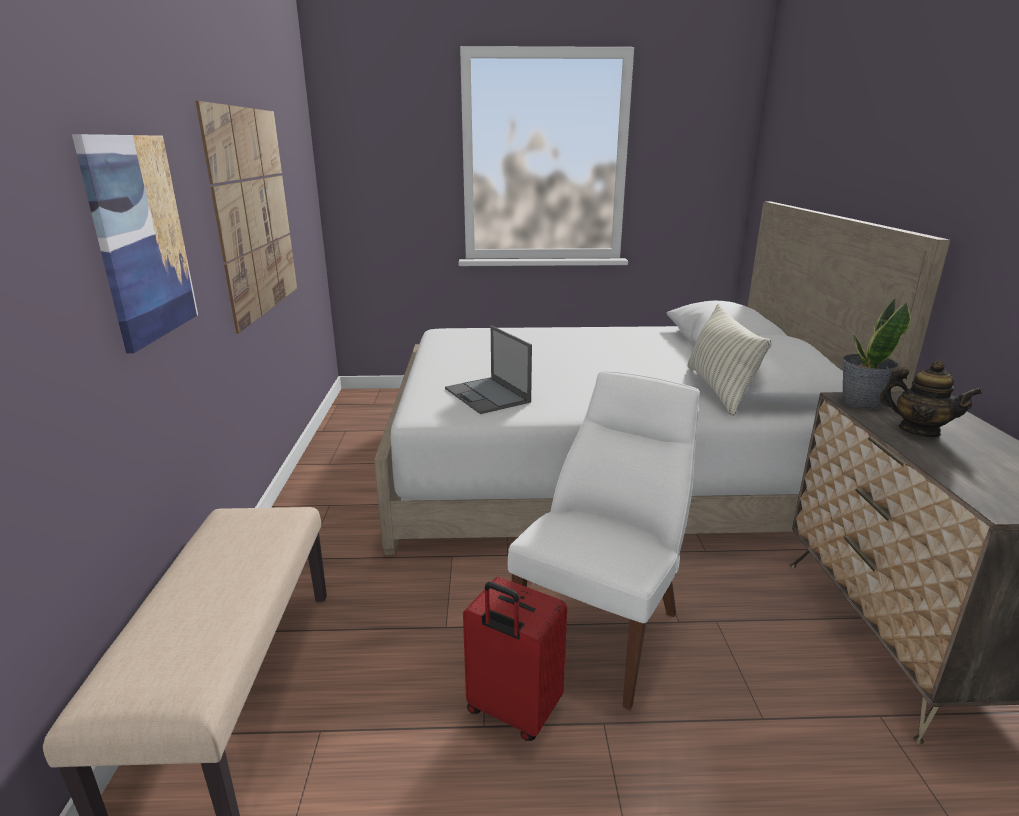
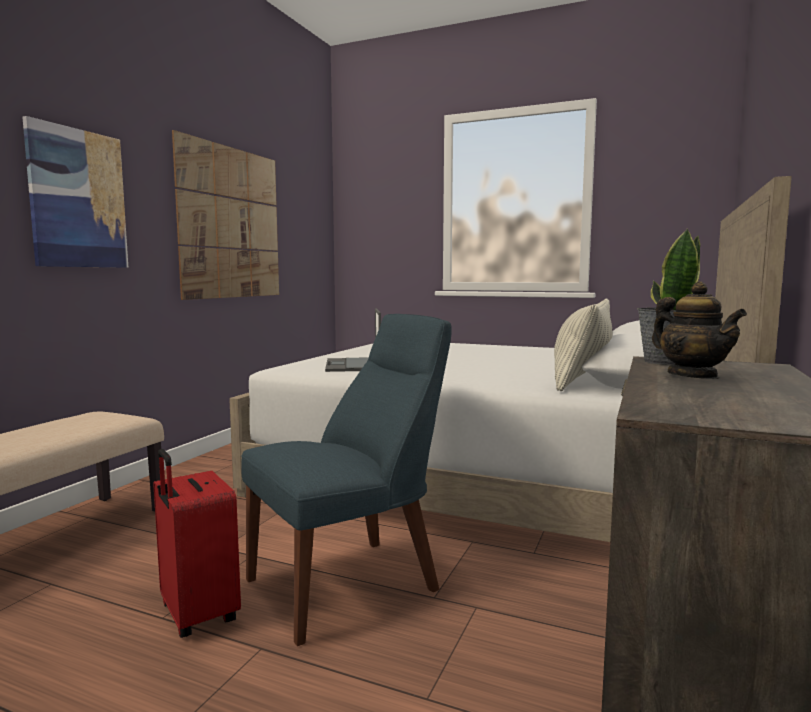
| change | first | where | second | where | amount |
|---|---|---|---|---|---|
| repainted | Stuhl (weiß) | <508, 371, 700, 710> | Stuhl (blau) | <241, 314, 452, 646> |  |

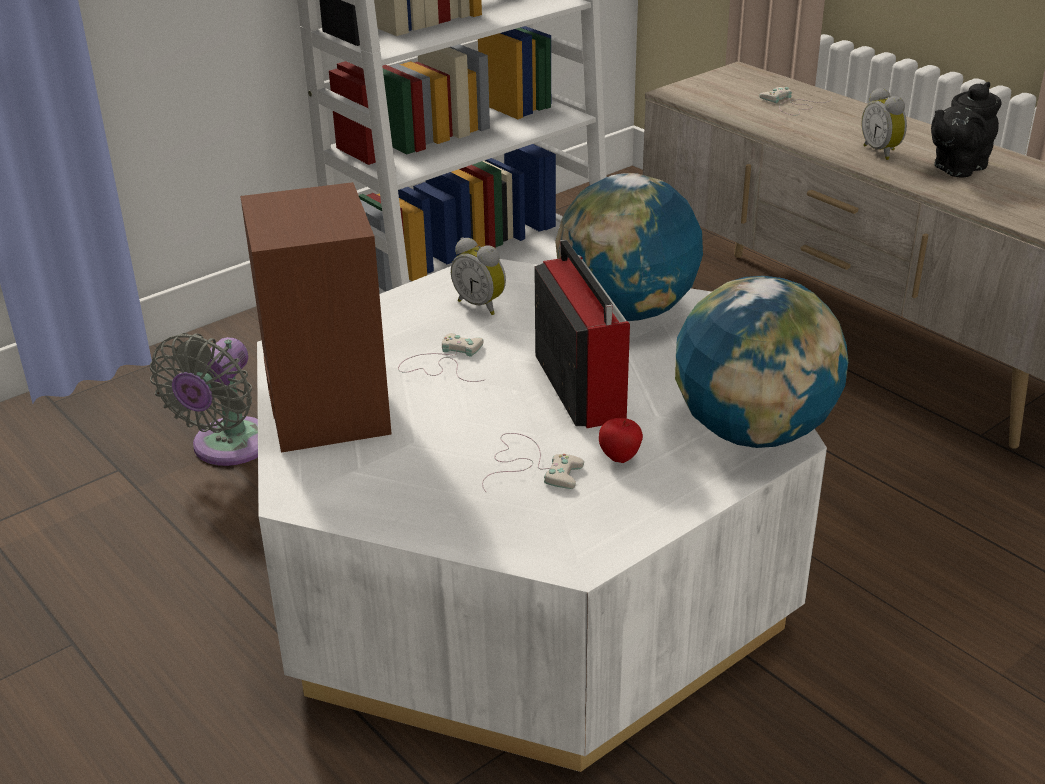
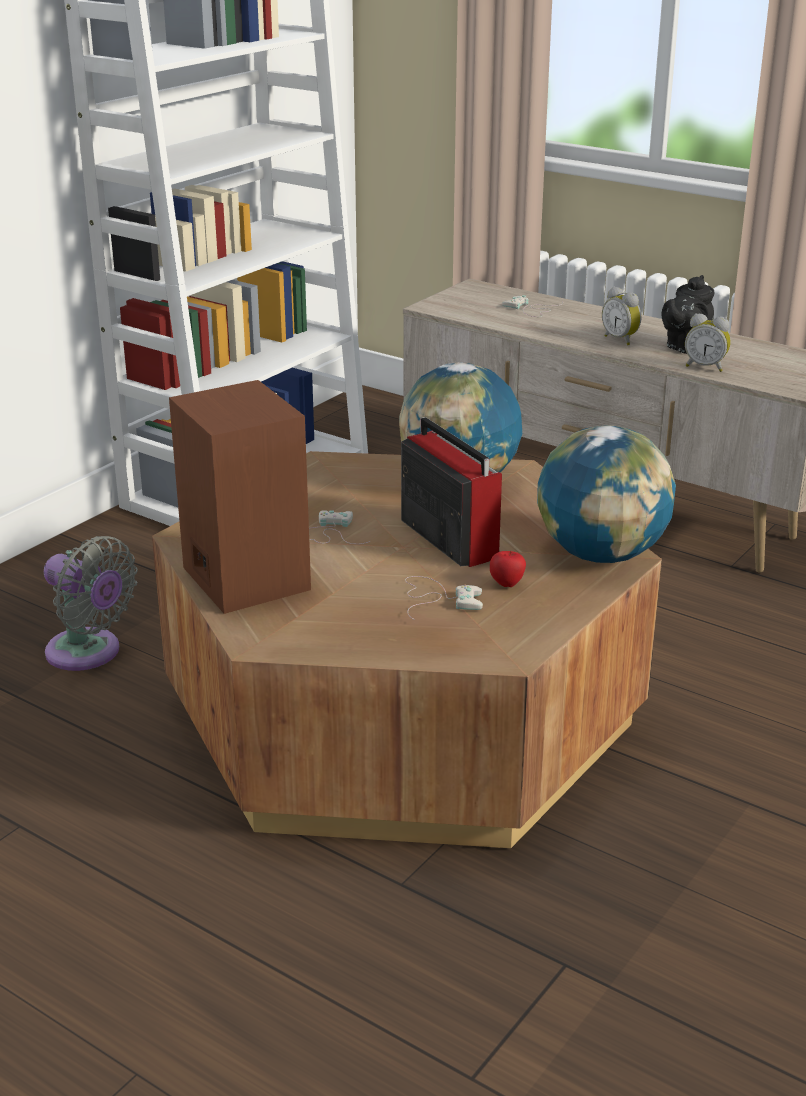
| change | first | where | second | where | amount |
|---|---|---|---|---|---|
| rotated | Ventilator (grau) | <150, 333, 258, 466> |  | <44, 536, 138, 671> | 60 degrees counterclockwise |
| repainted | Couchtisch (weiß) | <257, 259, 827, 772> | Couchtisch (braun) | <152, 451, 662, 848> |  |
| shifted | Wecker | <451, 237, 506, 315> |  | <685, 314, 731, 372> |  |

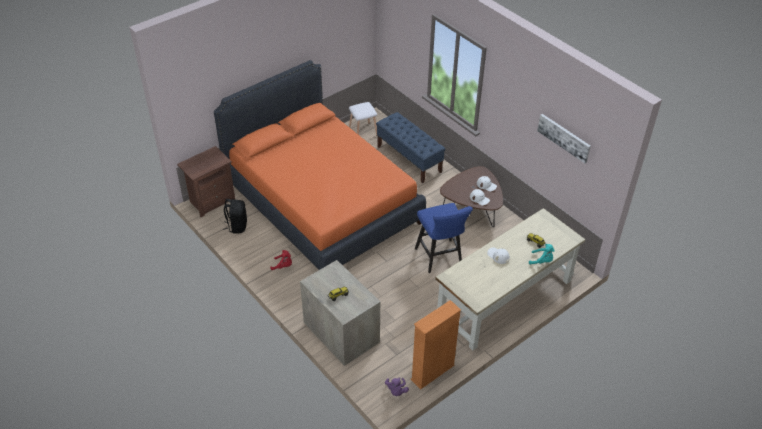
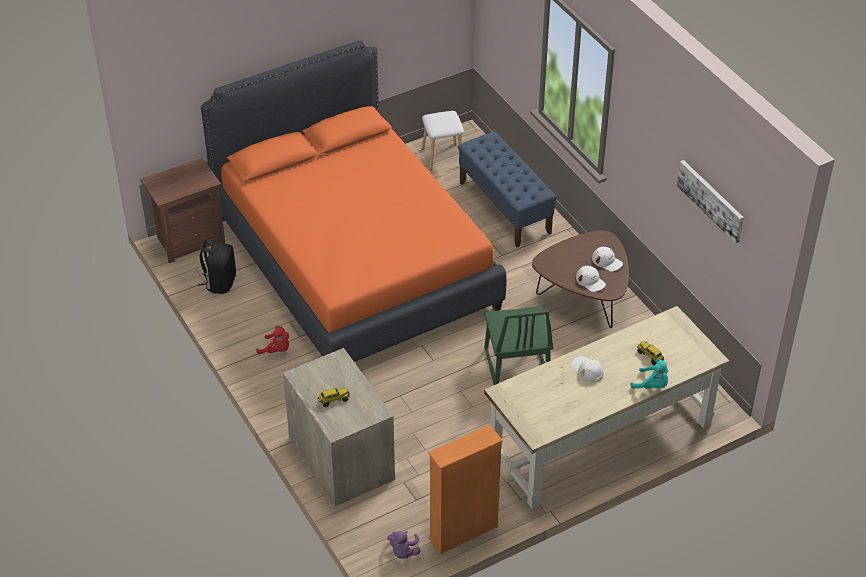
| change | first | where | second | where | amount |
|---|---|---|---|---|---|
| swapped | Hocker (blau) | <415, 203, 473, 273> | Stuhl (grün) | <484, 306, 554, 385> |  |

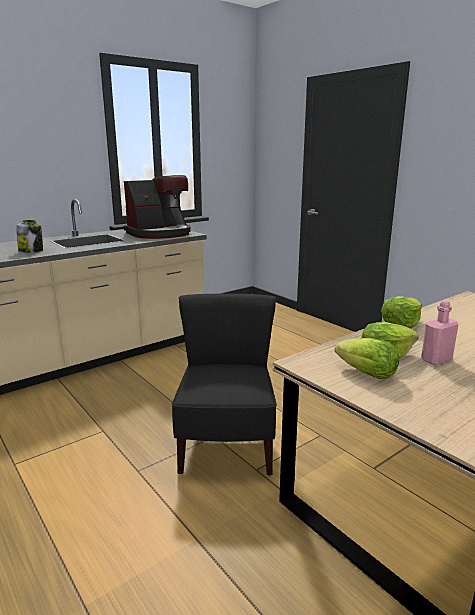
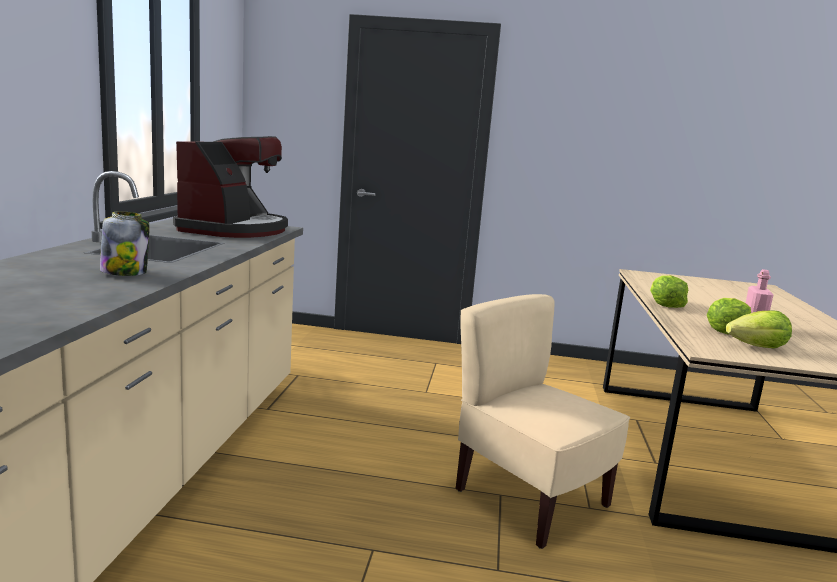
| change | first | where | second | where | amount |
|---|---|---|---|---|---|
| repainted | Stuhl (schwarz) | <172, 294, 277, 476> | Stuhl (beige) | <456, 294, 630, 549> |  |

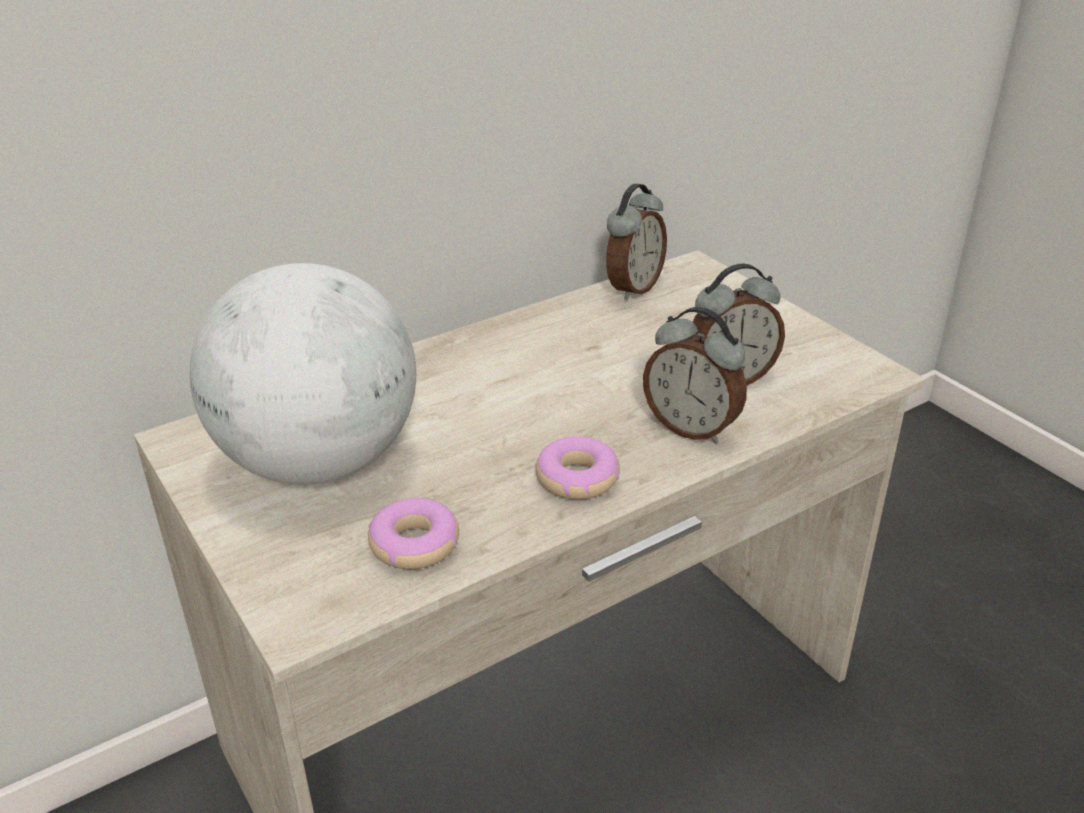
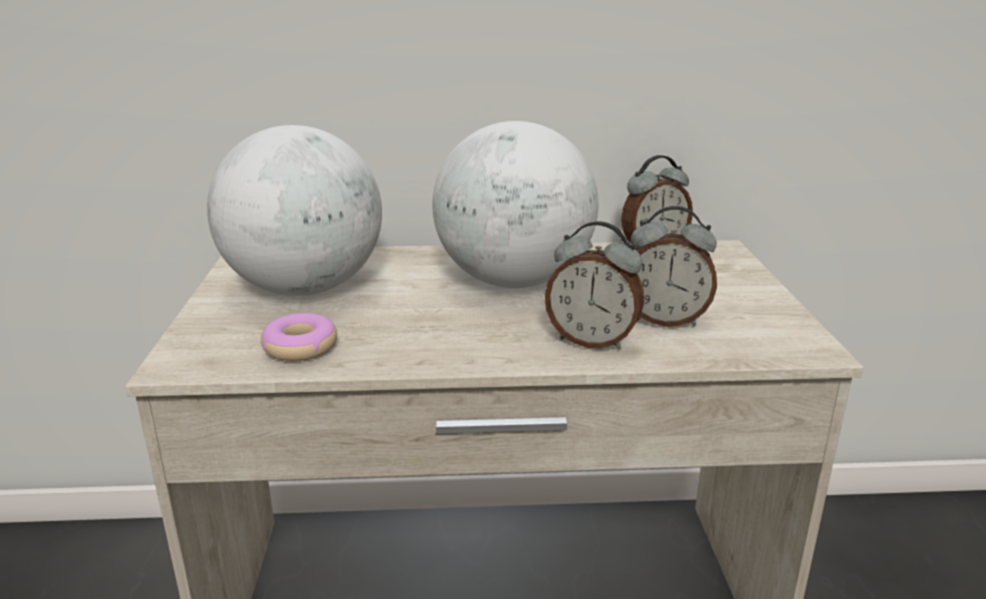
| change | first | where | second | where | amount |
|---|---|---|---|---|---|
| gone | Donut | <536, 436, 620, 500> |  |  |  |
| rotated | Wecker | <643, 307, 747, 444> |  | <545, 221, 644, 350> | 45 degrees counterclockwise |
| new |  |  | Globus | <432, 121, 598, 288> |  |

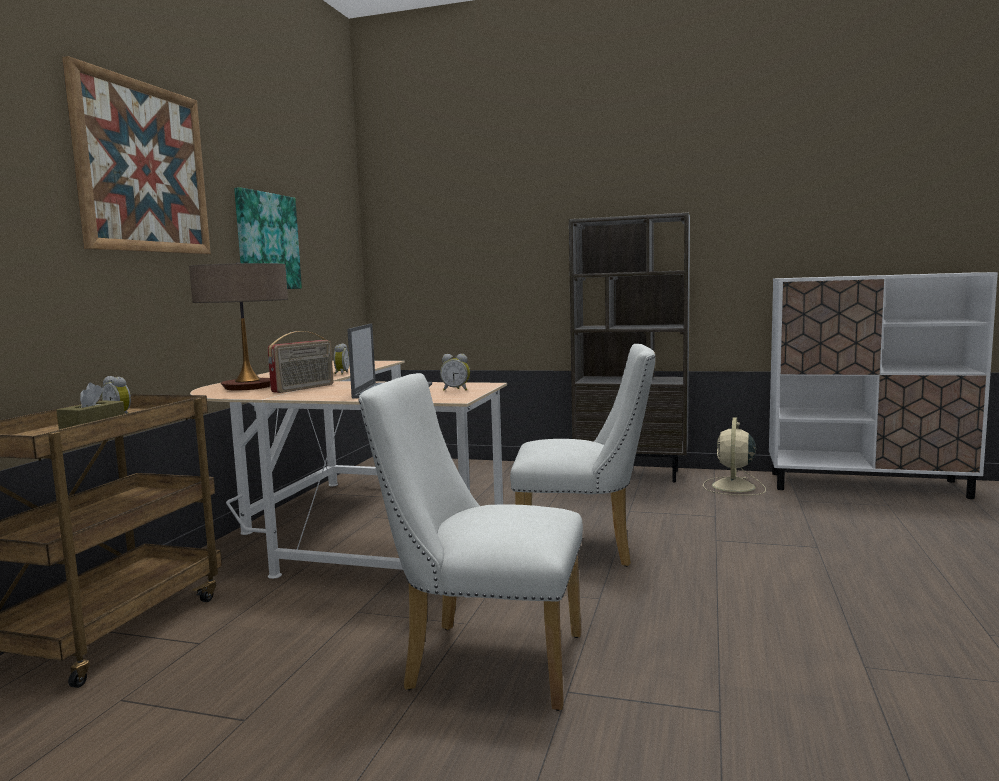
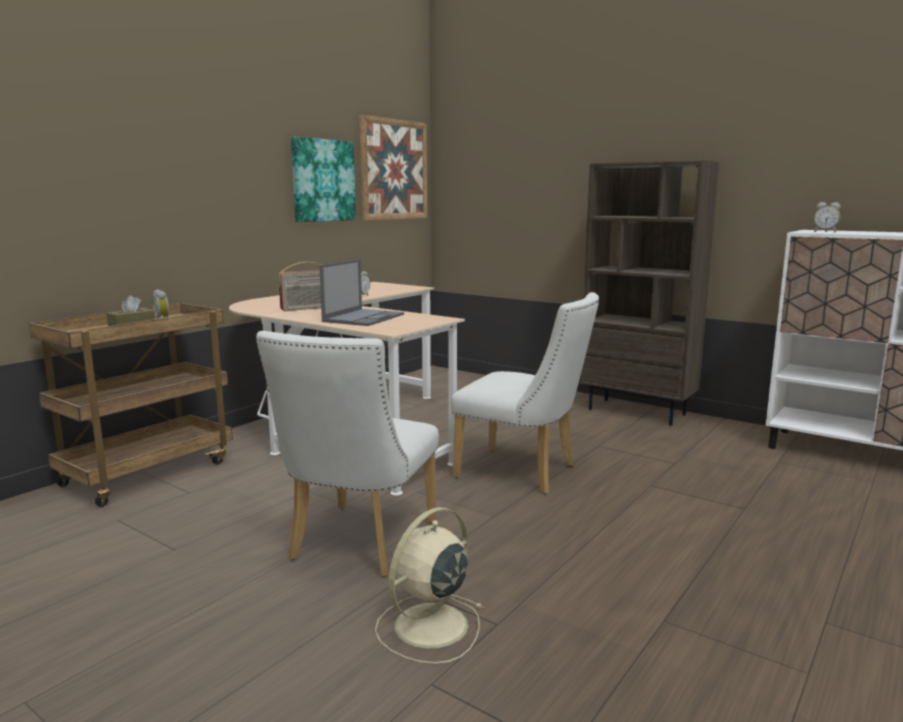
| change | first | where | second | where | amount |
|---|---|---|---|---|---|
| shifted | Bild | <62, 56, 211, 254> |  | <359, 115, 427, 220> |  |
| gone | Tischlampe | <189, 263, 288, 391> |  |  |  |
| rotated | Stuhl (weiß) | <359, 373, 583, 711> |  | <256, 331, 439, 577> | 105 degrees counterclockwise |
| shifted | Wecker | <440, 354, 470, 391> |  | <814, 202, 840, 233> |  |
| shifted | Ventilator (beige) | <703, 417, 766, 495> |  | <375, 507, 483, 664> |  |

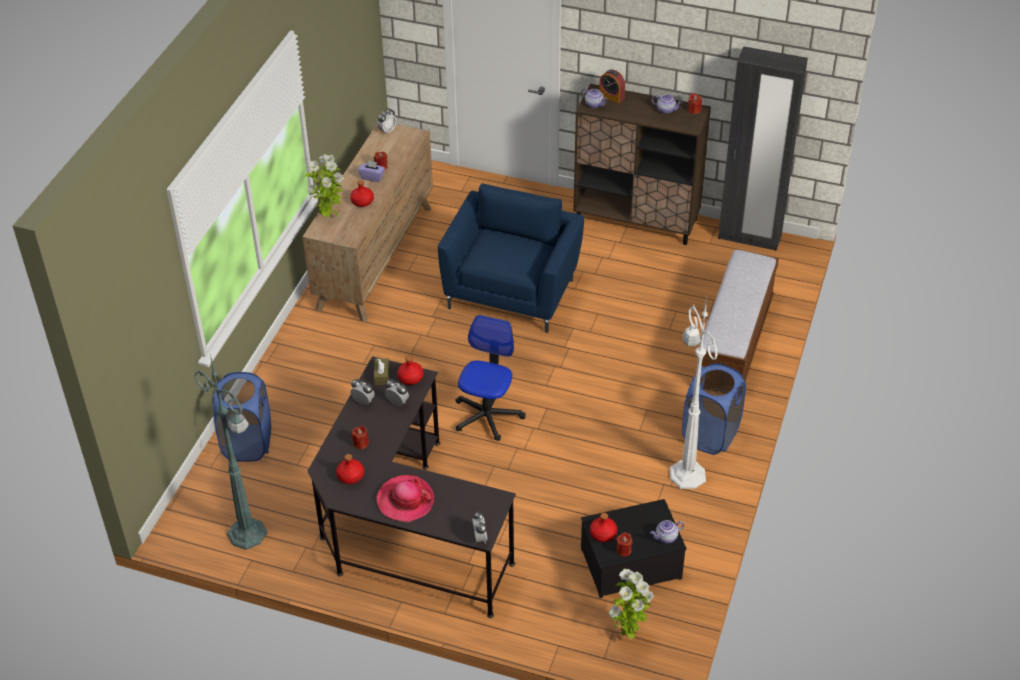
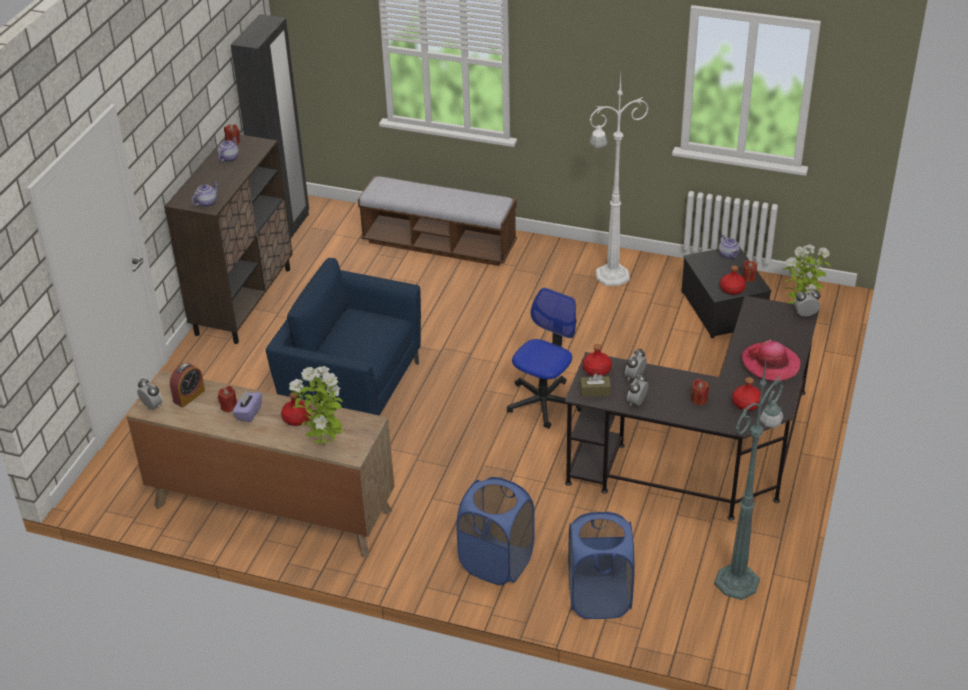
| change | first | where | second | where | amount |
|---|---|---|---|---|---|
| rotated | Bürostuhl | <455, 315, 526, 441> |  | <507, 288, 583, 429> | 105 degrees clockwise |
| shifted | Wecker | <599, 70, 625, 104> |  | <170, 363, 205, 408> |  |
| shifted | Wäschekorb (blau) | <682, 363, 746, 455> |  | <456, 477, 535, 585> |  |

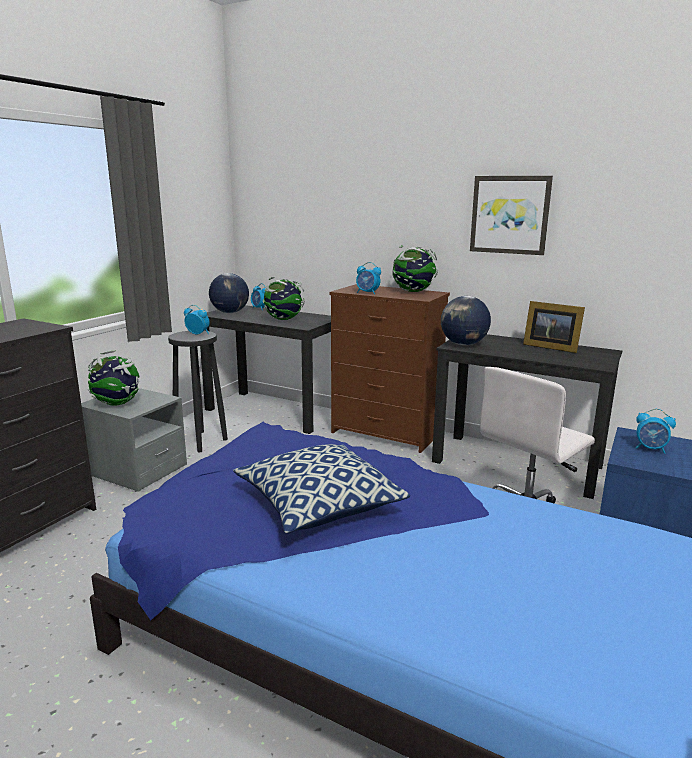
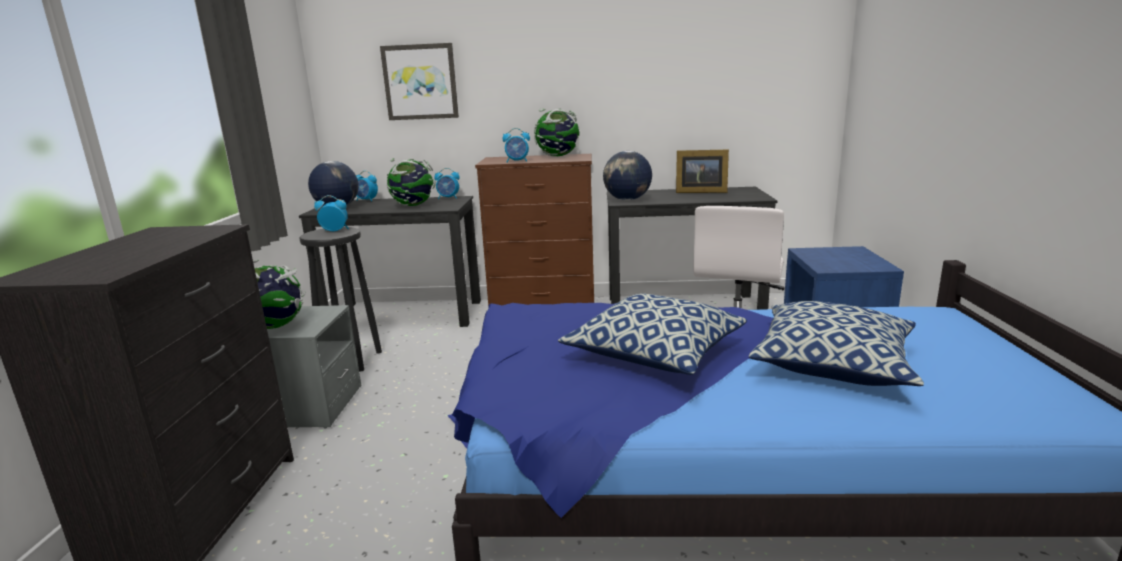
| change | first | where | second | where | amount |
|---|---|---|---|---|---|
| shifted | Bild | <470, 176, 553, 255> |  | <380, 43, 459, 120> |  |
| shifted | Wecker | <636, 409, 676, 454> |  | <434, 168, 460, 199> |  |
| new |  |  | Kissen | <749, 301, 924, 386> |  |

